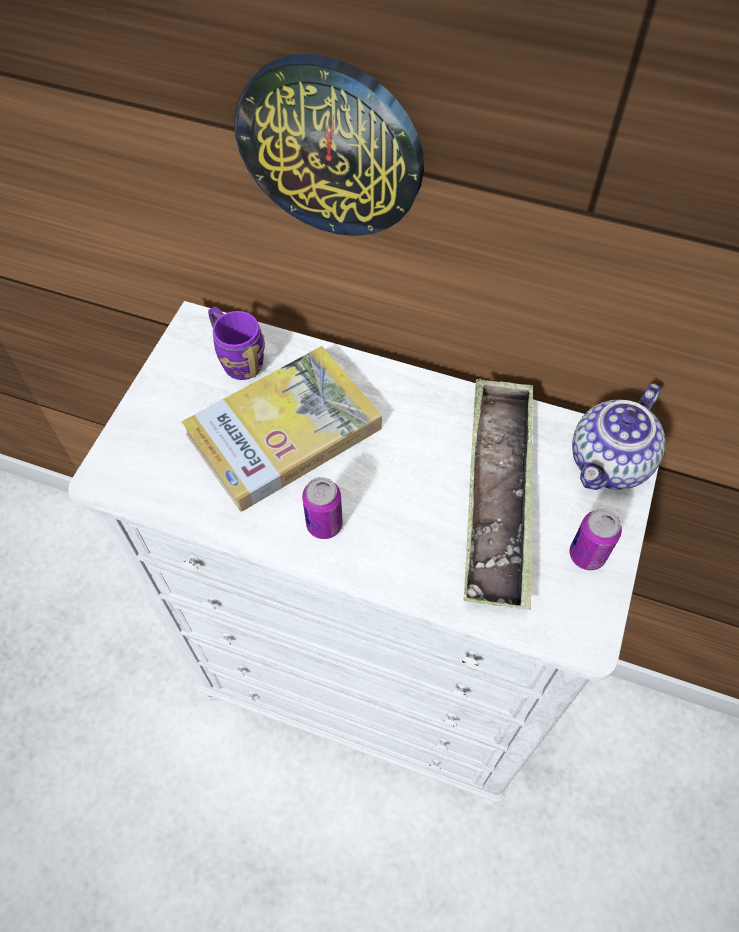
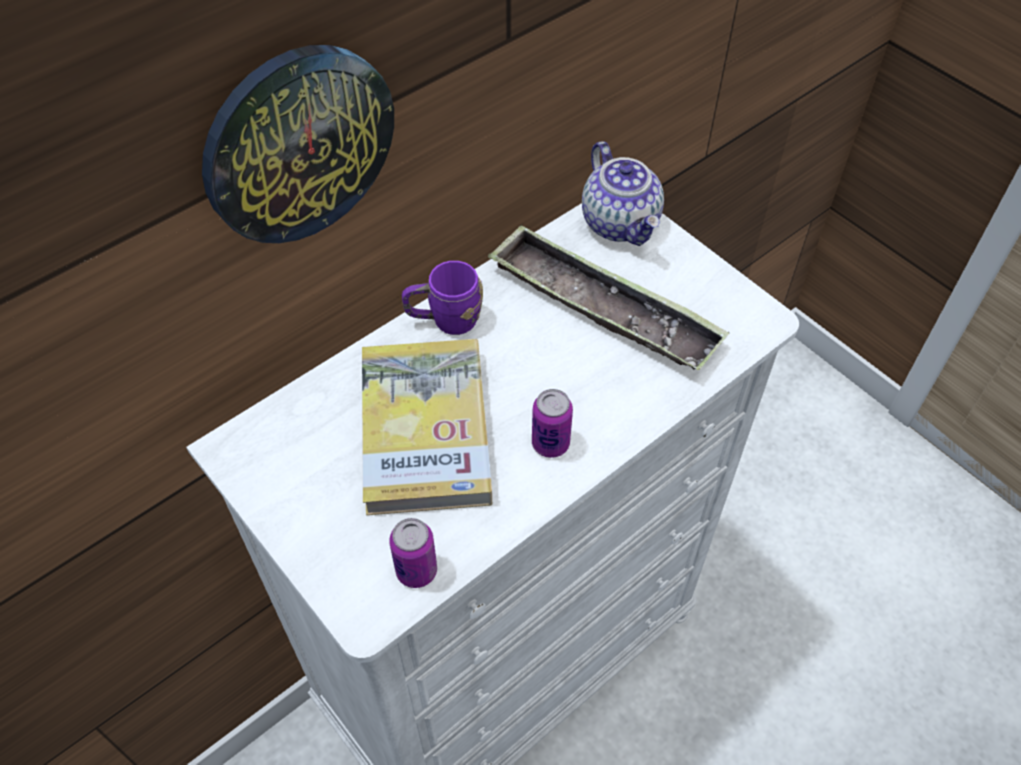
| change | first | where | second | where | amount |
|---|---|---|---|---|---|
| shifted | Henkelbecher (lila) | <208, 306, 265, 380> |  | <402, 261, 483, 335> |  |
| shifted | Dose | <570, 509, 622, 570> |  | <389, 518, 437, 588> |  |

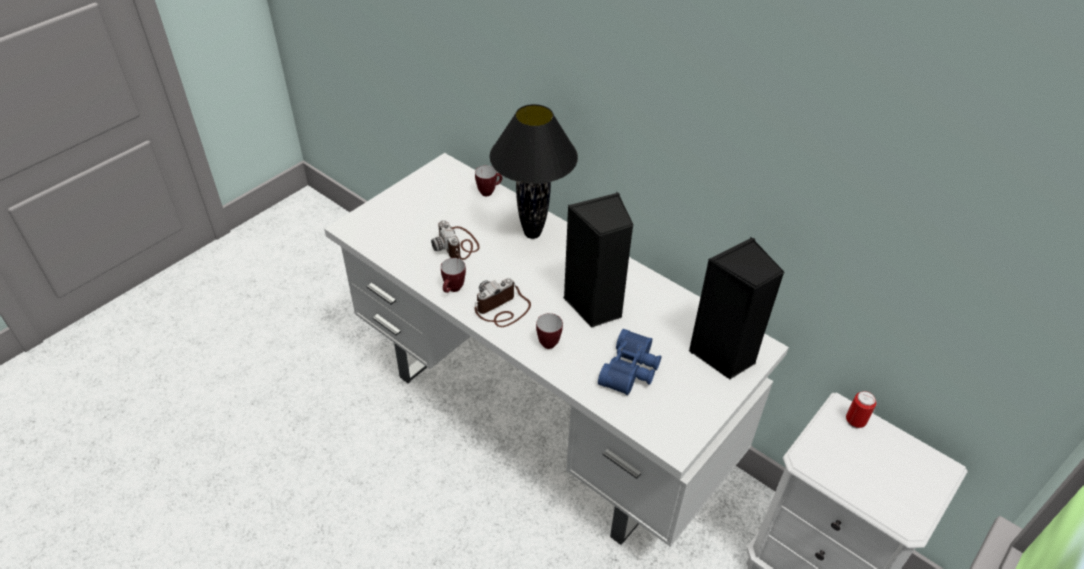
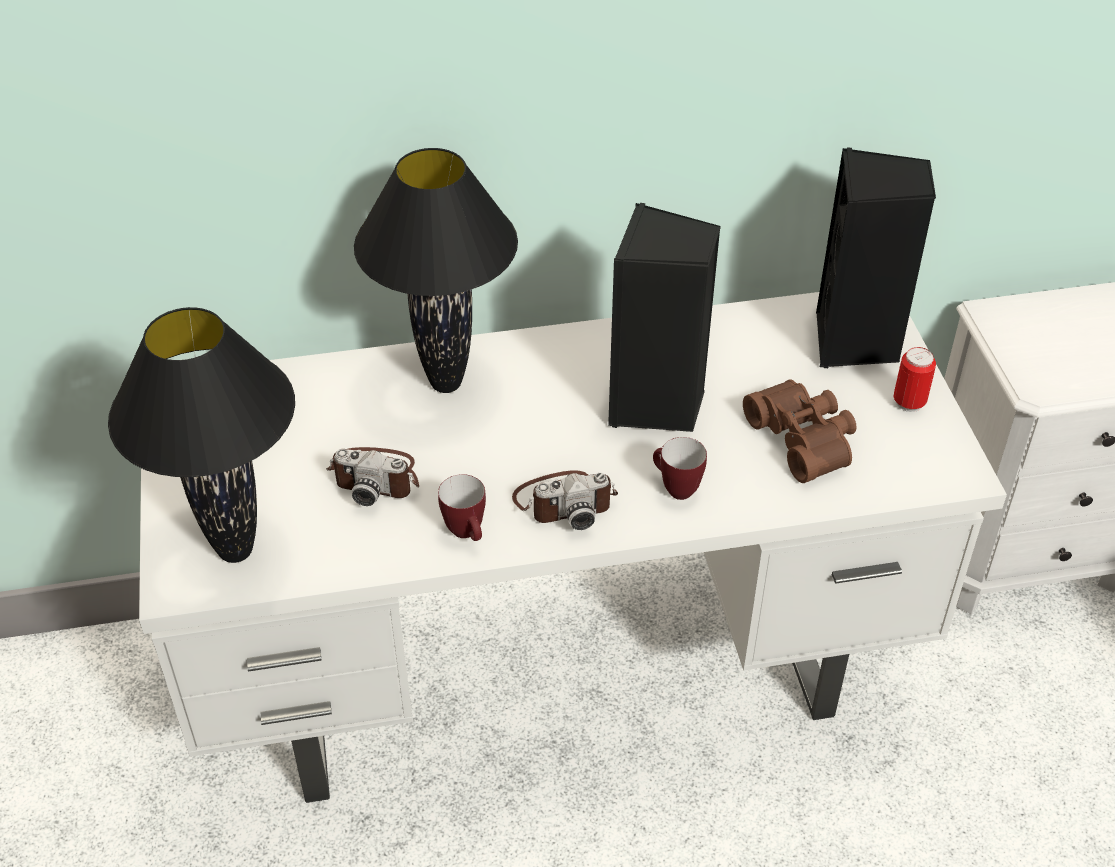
| change | first | where | second | where | amount |
|---|---|---|---|---|---|
| rotated | Kamera | <474, 278, 531, 327> |  | <512, 470, 618, 530> | 105 degrees counterclockwise |
| gone | Henkelbecher | <475, 165, 502, 196> |  |  |  |
| repainted | Fernglas (blau) | <598, 329, 661, 395> | Fernglas (braun) | <743, 380, 857, 483> |  |
| shifted | Dose | <846, 391, 876, 428> |  | <893, 347, 936, 412> |  |
| new |  |  | Tischlampe (schwarz) | <108, 307, 295, 563> |  |

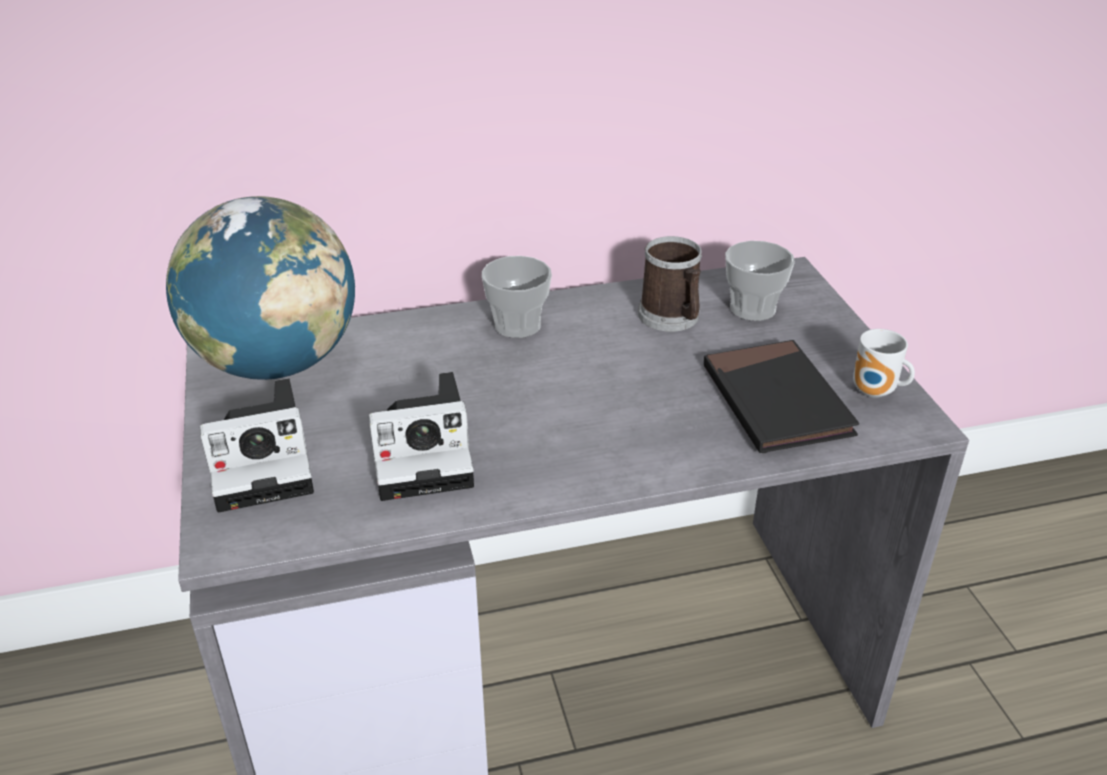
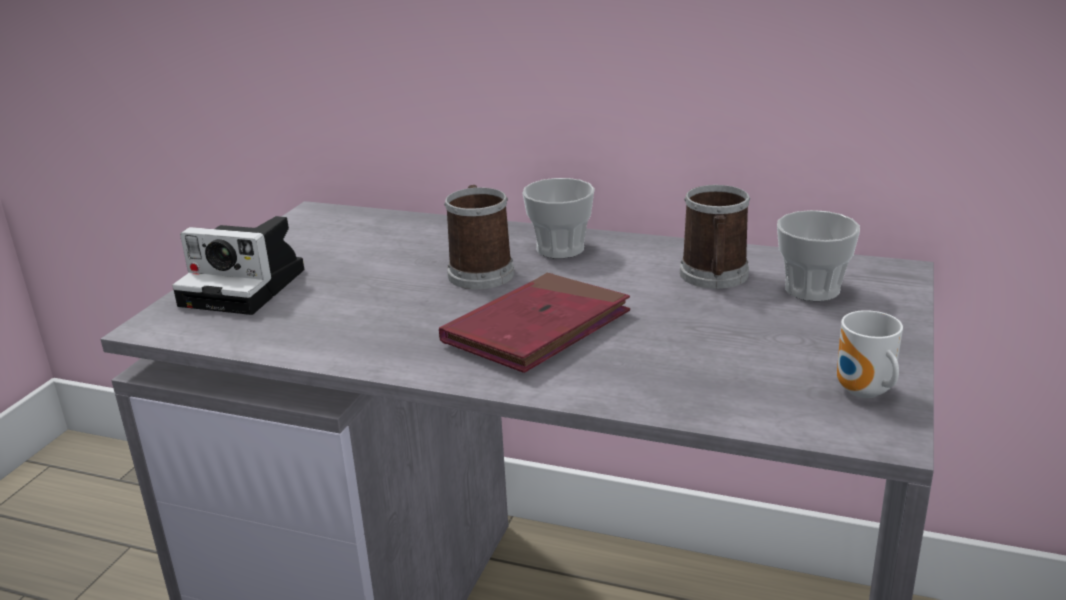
| change | first | where | second | where | amount |
|---|---|---|---|---|---|
| gone | Globus | <166, 196, 355, 380> |  |  |  |
| gone | Kamera | <369, 372, 474, 501> |  |  |  |
| gone | Buch (schwarz) | <704, 340, 859, 453> |  |  |  |
| new |  |  | Buch (rot) | <439, 273, 630, 373> |  |
| new |  |  | Henkelbecher | <444, 185, 514, 289> |  |

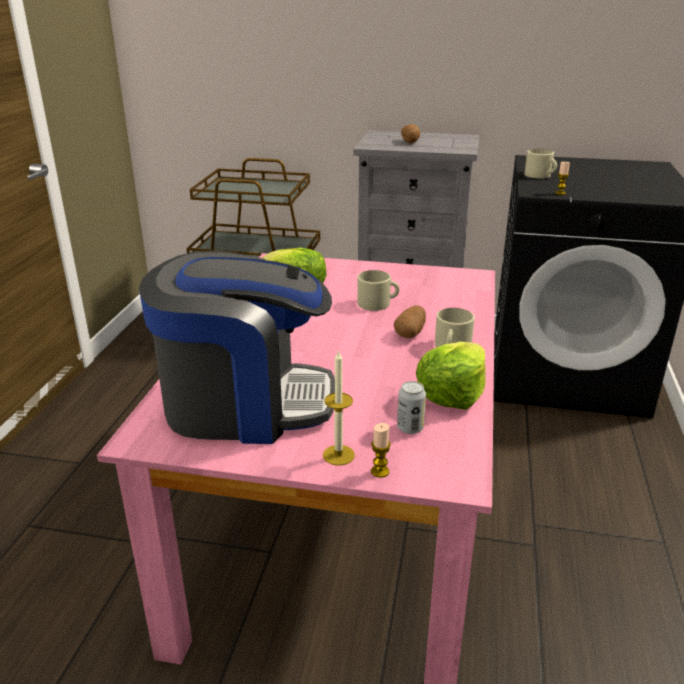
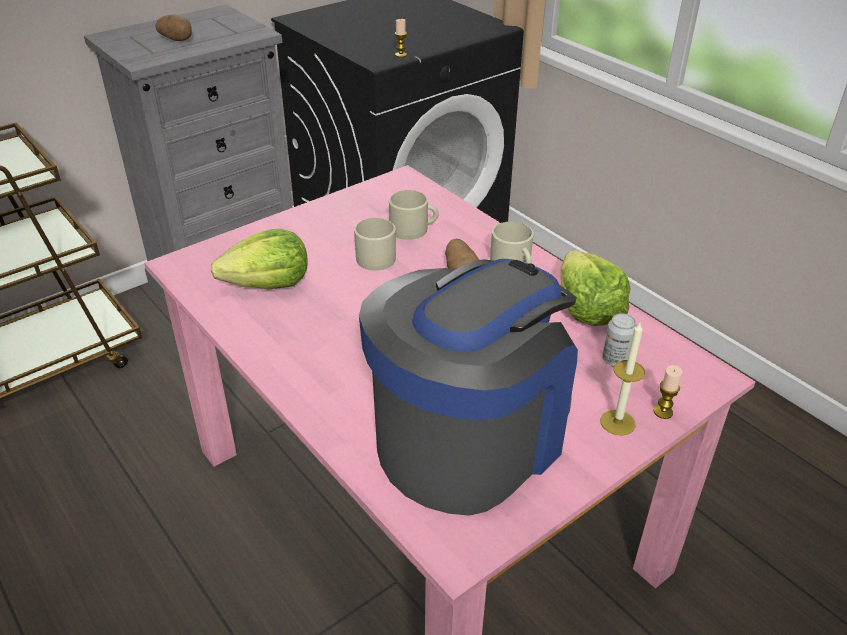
| change | first | where | second | where | amount |
|---|---|---|---|---|---|
| shifted | Henkelbecher (beige) | <525, 149, 557, 178> |  | <389, 190, 439, 240> |  |

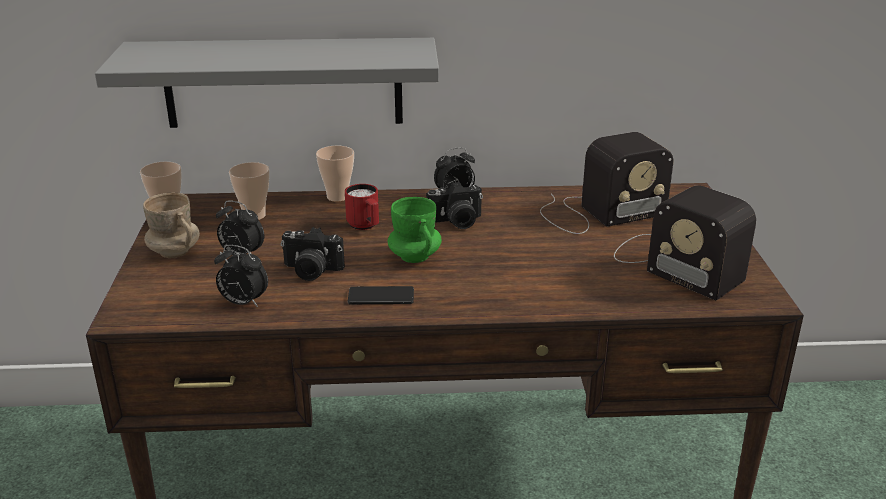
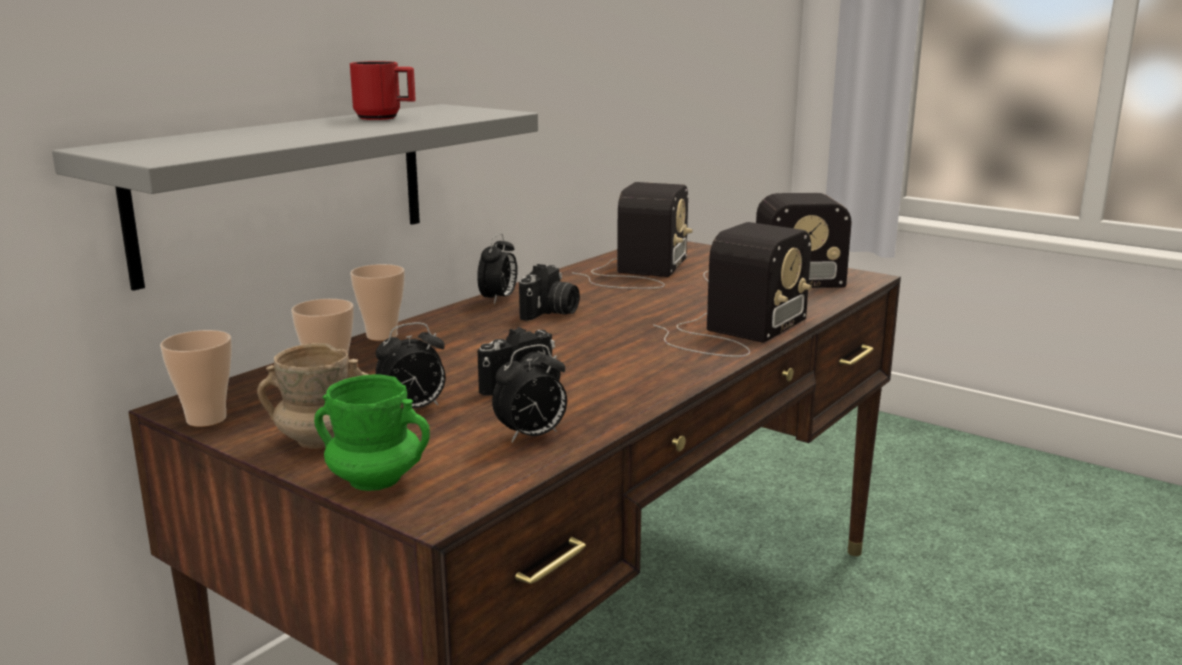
| change | first | where | second | where | amount |
|---|---|---|---|---|---|
| shifted | Henkelbecher (rot) | <345, 184, 379, 230> |  | <350, 61, 416, 120> |  |
| gone | Handy | <347, 286, 414, 304> |  |  |  |
| shifted | Henkelbecher (grün) | <387, 197, 442, 263> |  | <314, 374, 430, 491> |  |
| new |  |  | Radio | <653, 222, 812, 357> |  |

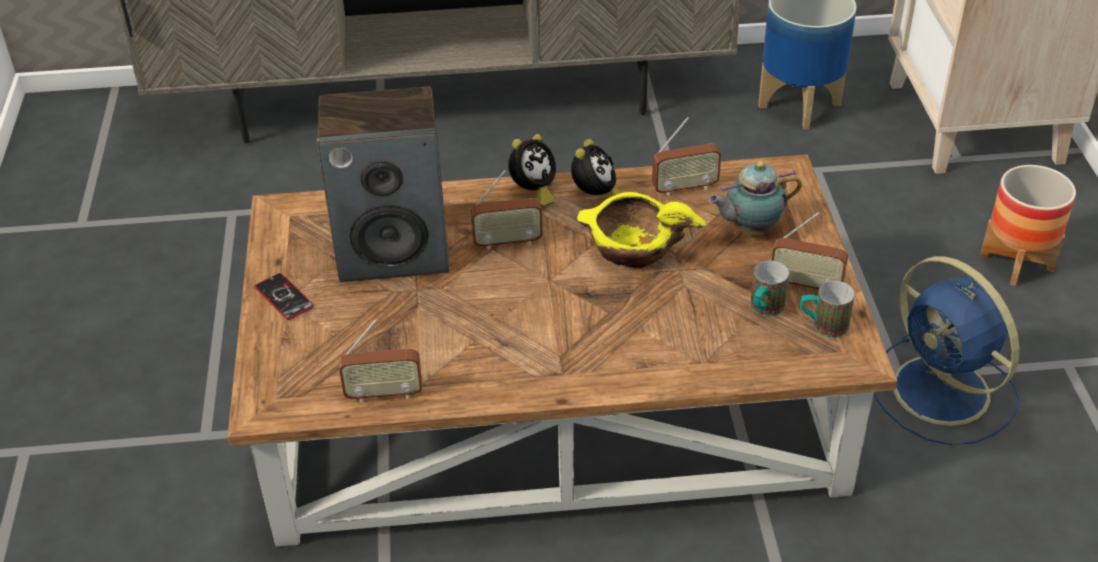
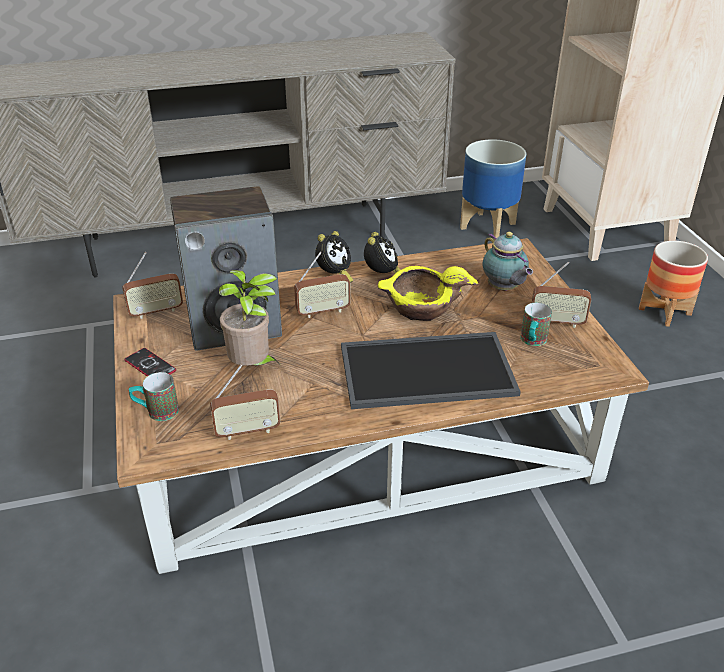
| change | first | where | second | where | amount |
|---|---|---|---|---|---|
| shifted | Radio | <652, 117, 721, 196> |  | <122, 252, 183, 319> |  |
| rotated | Teekanne | <708, 161, 802, 235> |  | <483, 232, 533, 291> | 90 degrees counterclockwise |
| shifted | Henkelbecher | <800, 281, 855, 338> |  | <129, 372, 179, 421> |  |
| gone | Ventilator (blau) | <874, 256, 1020, 445> |  |  |  |
| new |  |  | Topfpflanze | <219, 270, 278, 366> |  |
| new |  |  | Tablett | <341, 332, 521, 409> |  |

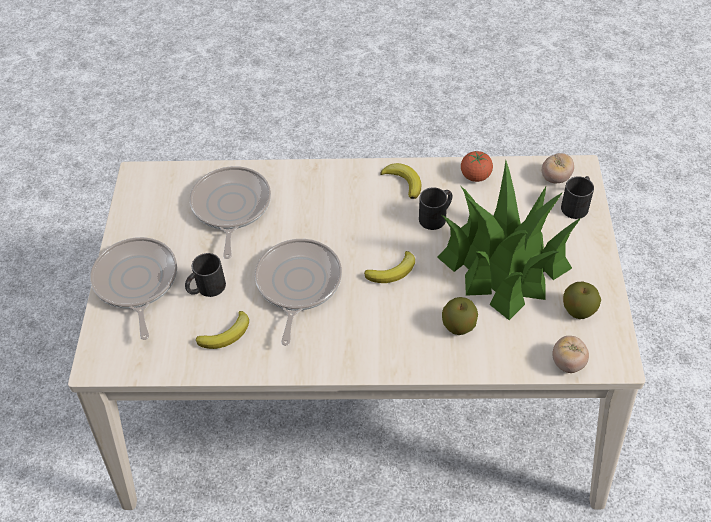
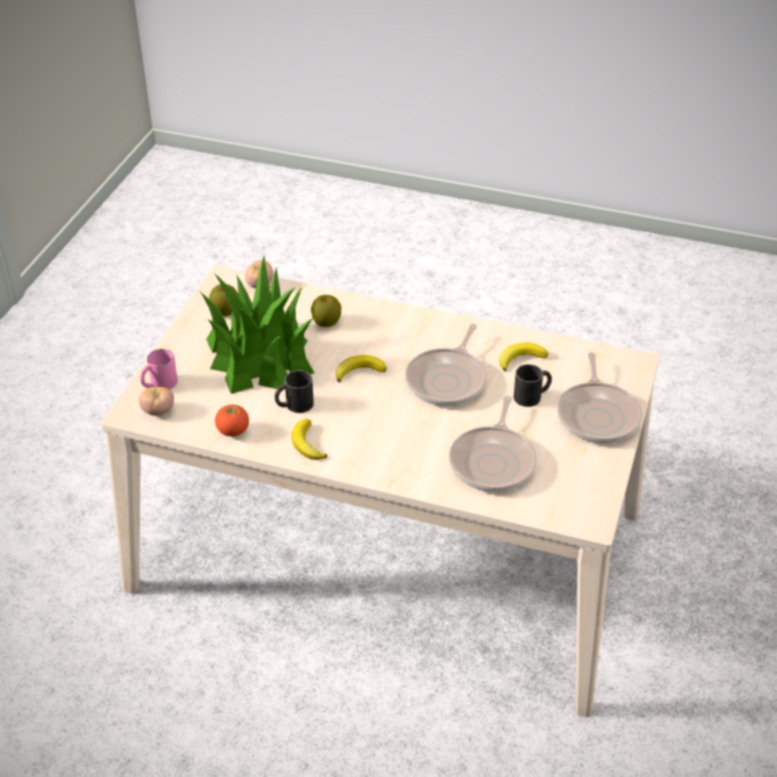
| change | first | where | second | where | amount |
|---|---|---|---|---|---|
| repainted | Henkelbecher (schwarz) | <561, 176, 594, 219> | Henkelbecher (rosa) | <140, 349, 178, 390> |  |

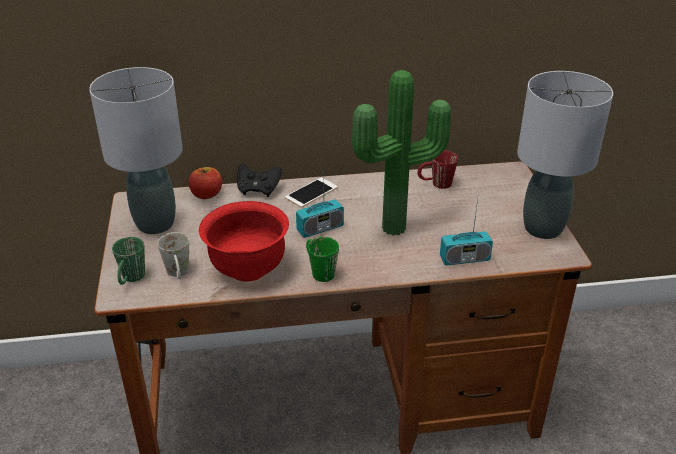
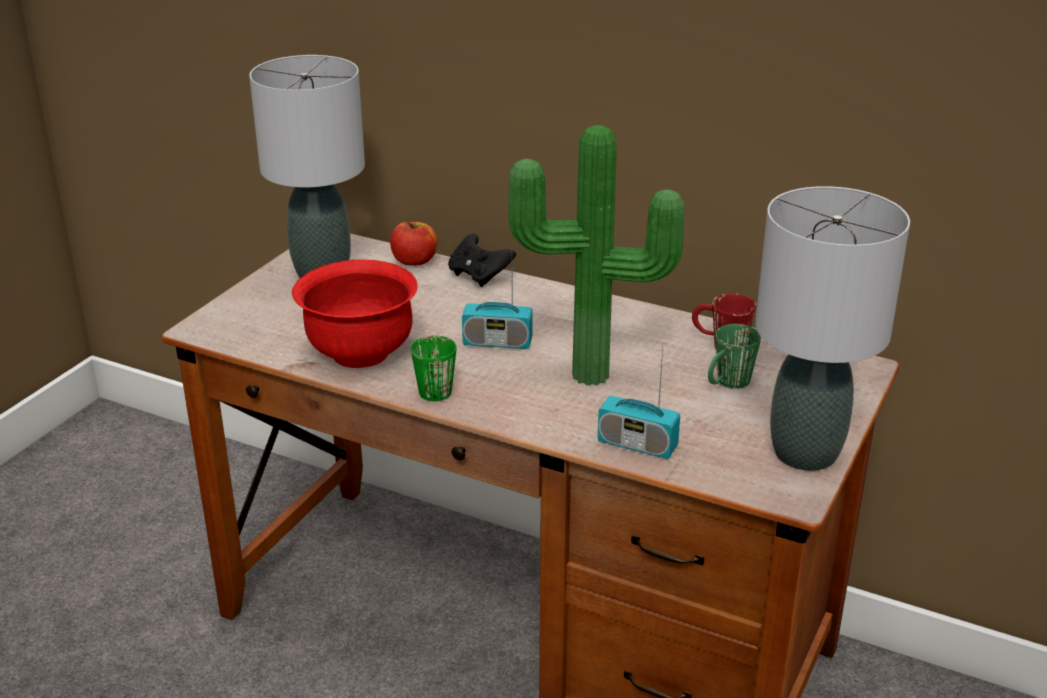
| change | first | where | second | where | amount |
|---|---|---|---|---|---|
| shifted | Henkelbecher (grün) | <112, 237, 145, 285> |  | <708, 324, 761, 389> |  |
| gone | Henkelbecher (weiß) | <158, 232, 189, 279> |  |  |  |
| gone | Handy | <285, 177, 338, 207> |  |  |  |

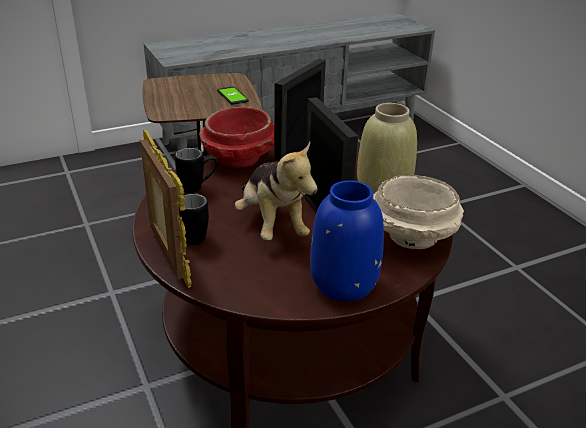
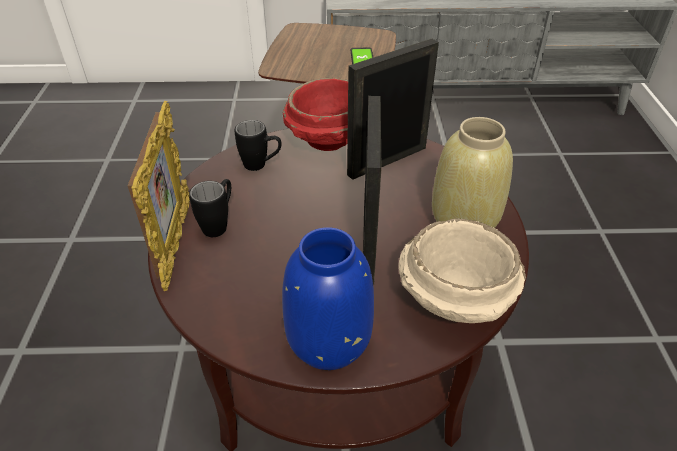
| change | first | where | second | where | amount |
|---|---|---|---|---|---|
| gone | Plüschtier | <235, 142, 318, 240> |  |  |  |

